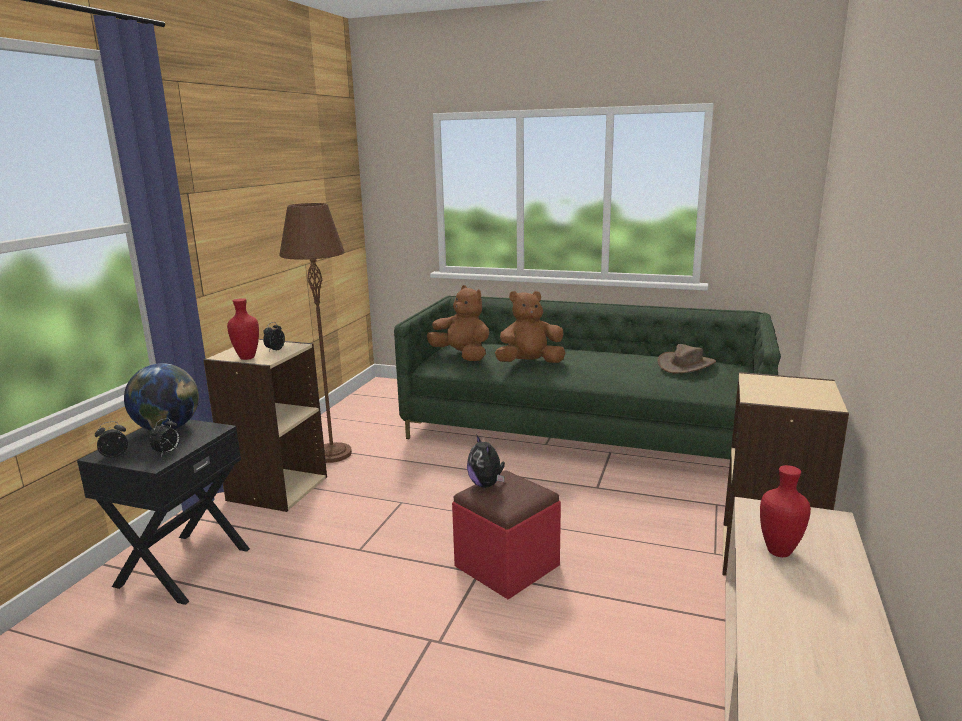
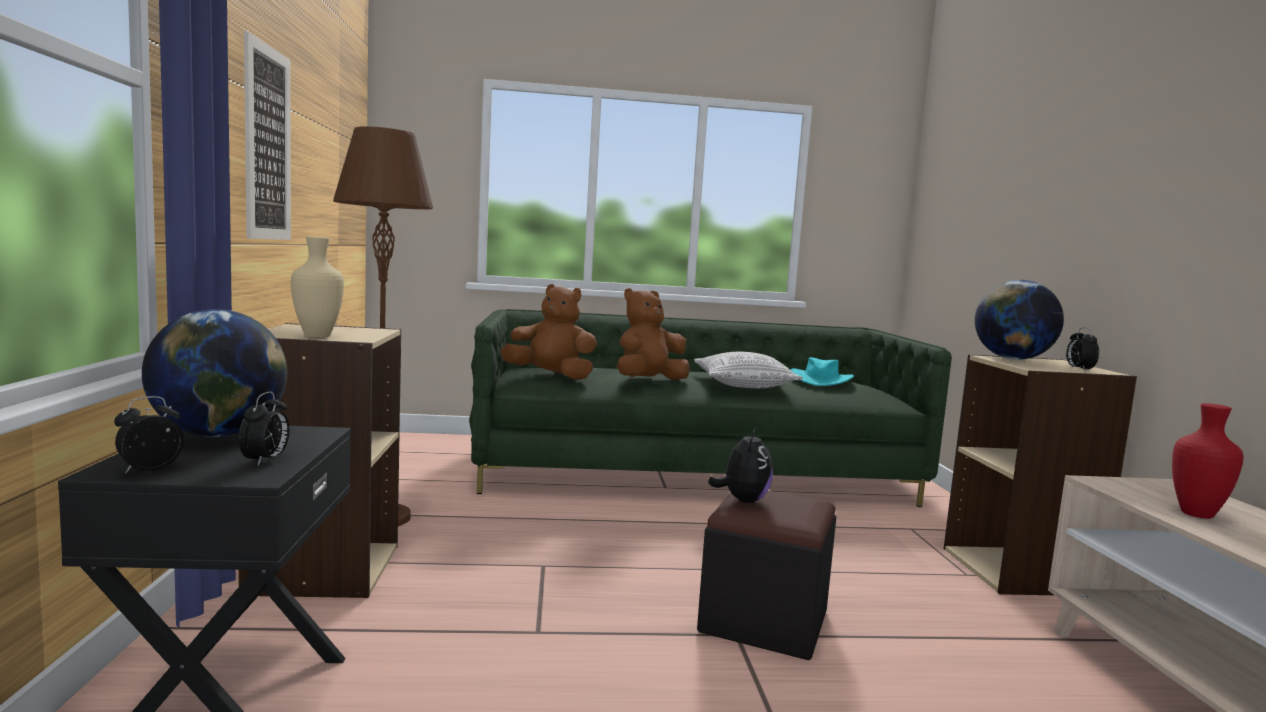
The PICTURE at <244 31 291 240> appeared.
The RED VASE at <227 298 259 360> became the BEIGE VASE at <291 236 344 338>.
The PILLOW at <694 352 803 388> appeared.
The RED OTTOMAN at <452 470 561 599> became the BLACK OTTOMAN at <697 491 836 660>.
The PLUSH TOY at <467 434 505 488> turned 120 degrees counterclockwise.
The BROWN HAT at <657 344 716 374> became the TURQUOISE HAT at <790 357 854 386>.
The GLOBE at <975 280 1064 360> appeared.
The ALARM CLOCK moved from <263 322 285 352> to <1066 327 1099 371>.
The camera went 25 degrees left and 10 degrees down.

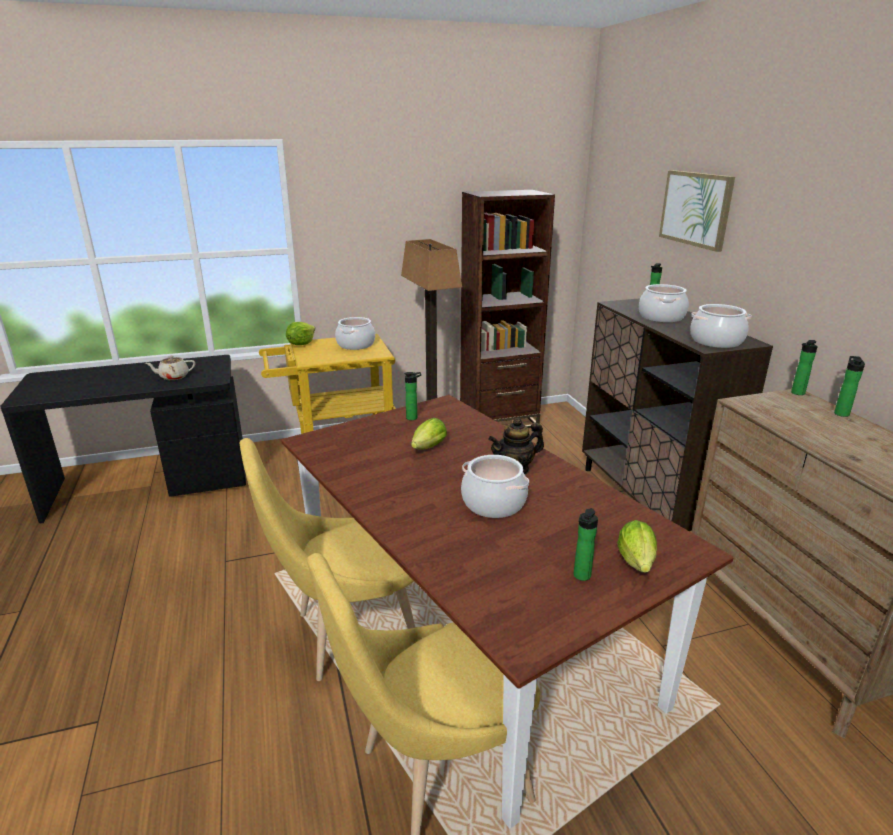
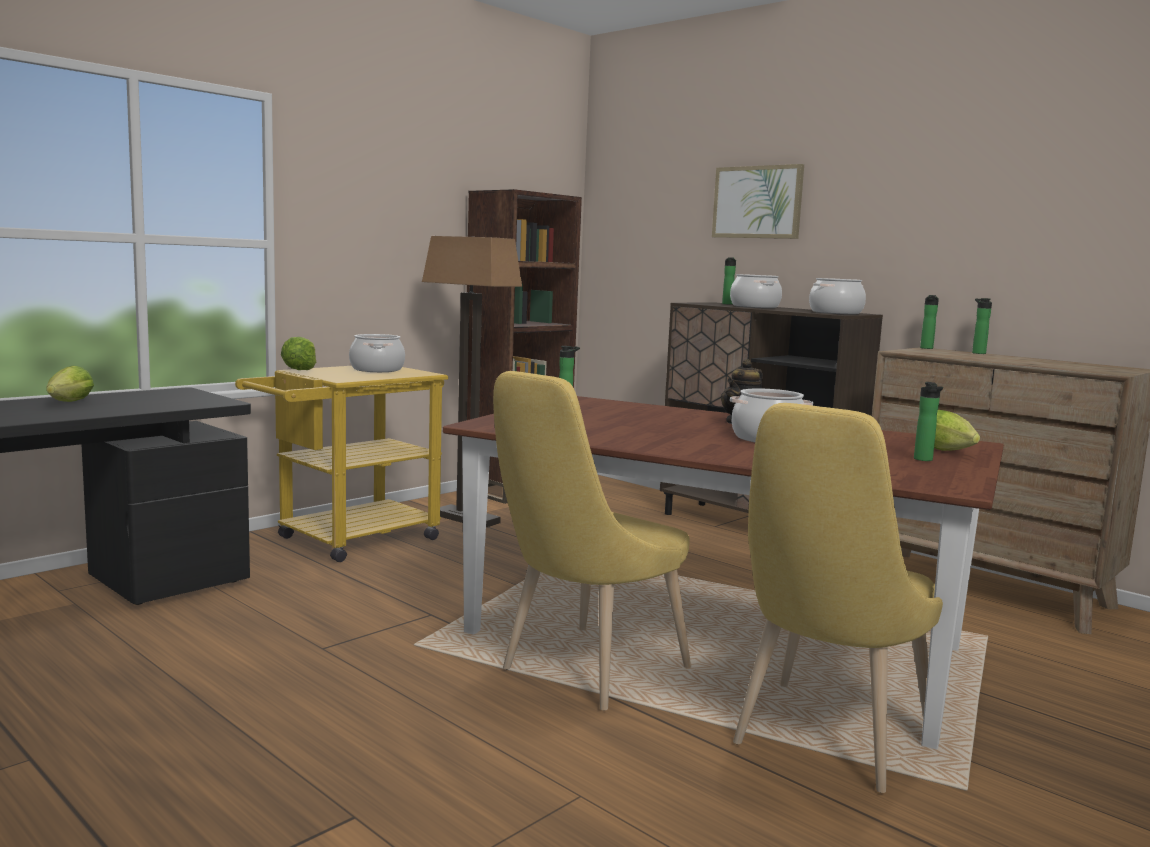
The LETTUCE moved from <411 418 447 450> to <46 366 94 402>.
The BEIGE TEAPOT at <145 355 195 380> disappeared.
The camera went 30 degrees left and 15 degrees down.

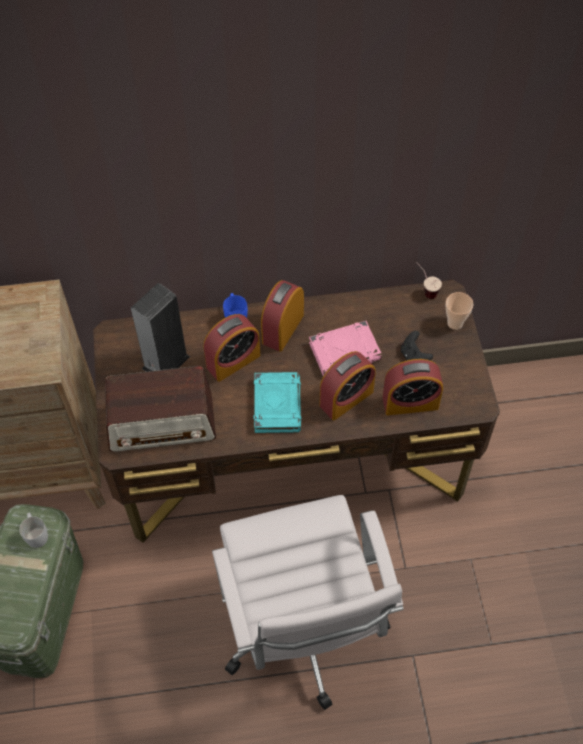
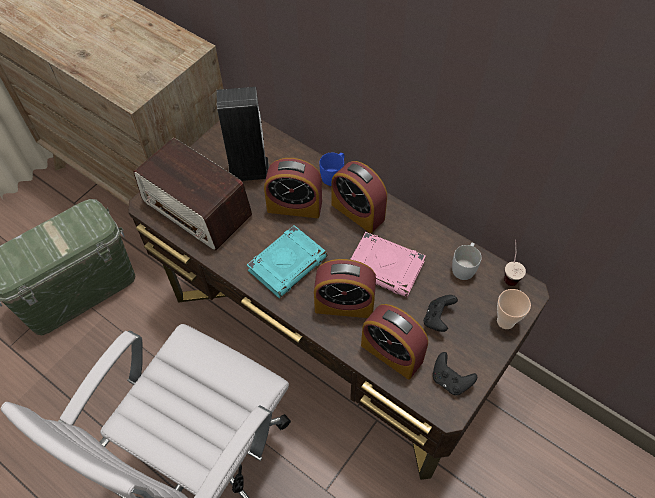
The ALARM CLOCK at <261 280 304 352> turned 120 degrees counterclockwise.
The BLACK GAME CONTROLLER at <433 352 477 395> appeared.
The WHITE MUG moved from <19 513 48 548> to <452 243 482 280>.
The camera went 45 degrees right and 0 degrees up.

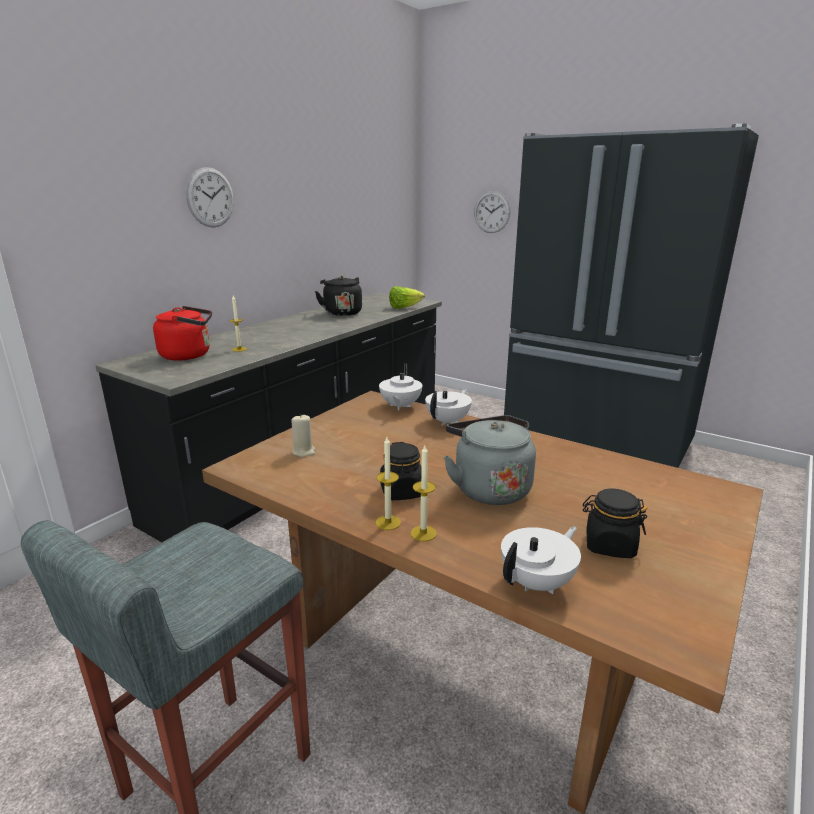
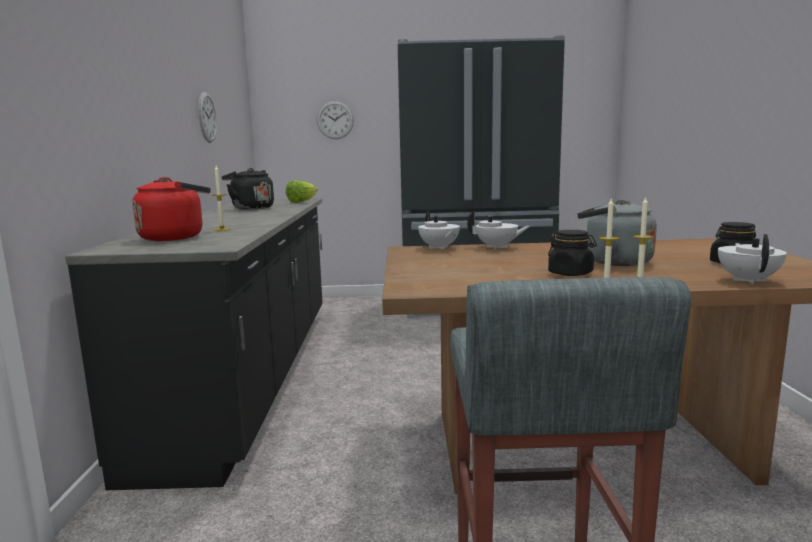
The WALL CLOCK moved from <186 167 234 228> to <198 92 217 143>.
The WHITE TEAPOT at <425 389 472 426> turned 105 degrees clockwise.
The BEIGE CANDLE at <291 414 315 457> disappeared.
The camera went 35 degrees left and 10 degrees down.

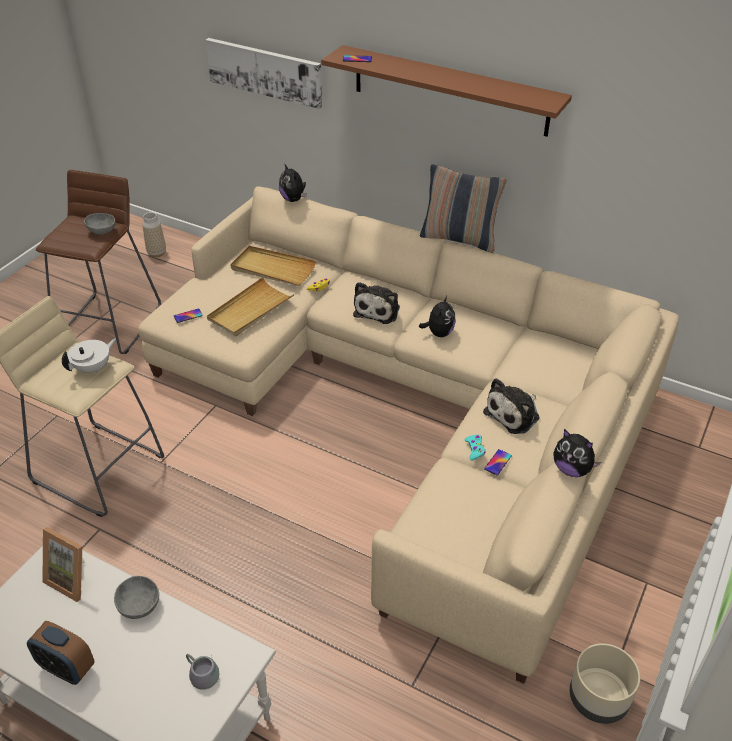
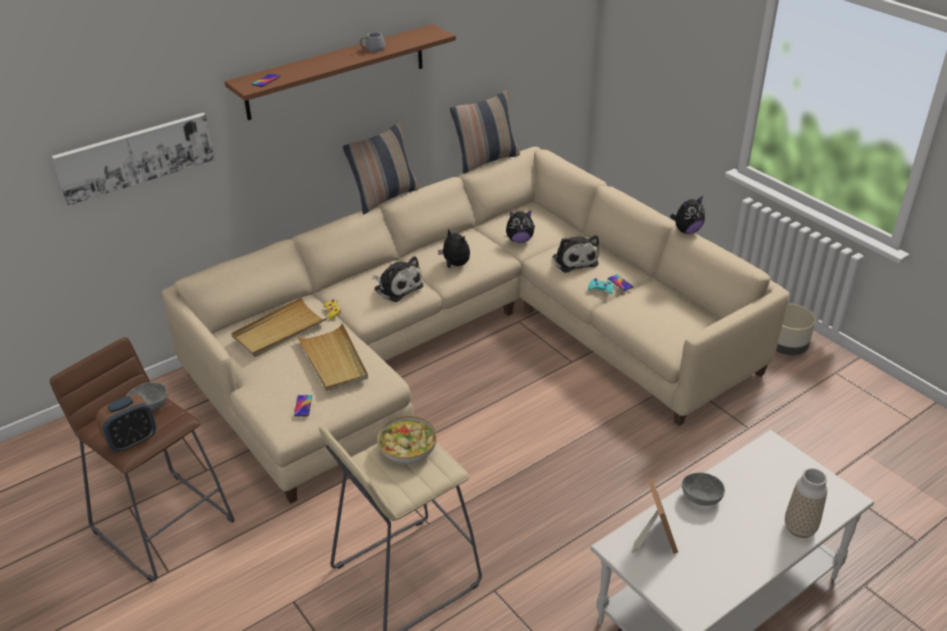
The ALARM CLOCK moved from <27 621 95 685> to <96 394 156 452>.
The GREY MUG moved from <186 654 219 690> to <360 32 385 52>.
The WHITE TEAPOT at <62 338 116 374> was replaced by the BOWL at <377 416 437 464>.
The PILLOW at <450 91 520 174> appeared.
The PLUSH TOY moved from <279 163 307 202> to <506 211 535 243>.
The PICTURE FRAME at <42 527 85 602> turned 60 degrees counterclockwise.
The VASE moved from <143 212 166 257> to <785 468 827 538>.
The camera went 65 degrees left and 5 degrees down.

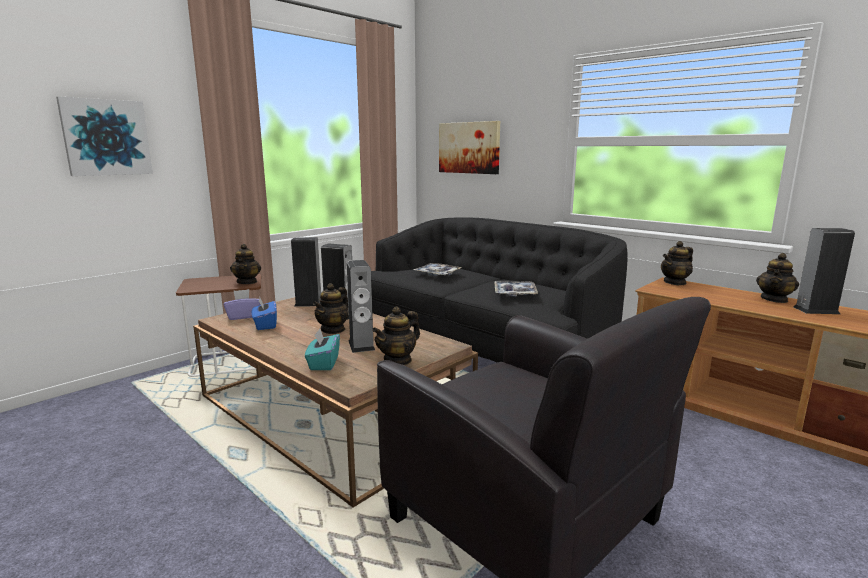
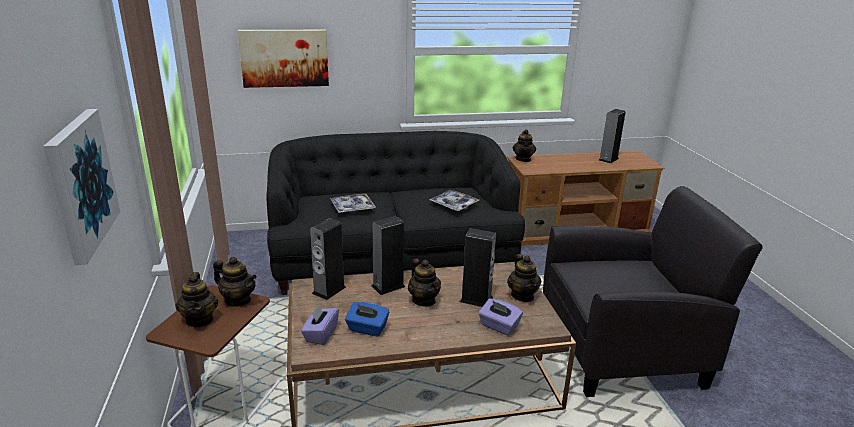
The TEAPOT moved from <756 253 799 303> to <176 272 218 327>.
The TURQUOISE TISSUE BOX at <305 329 340 370> became the PURPLE TISSUE BOX at <478 298 523 336>.
The camera went 55 degrees left and 10 degrees up.

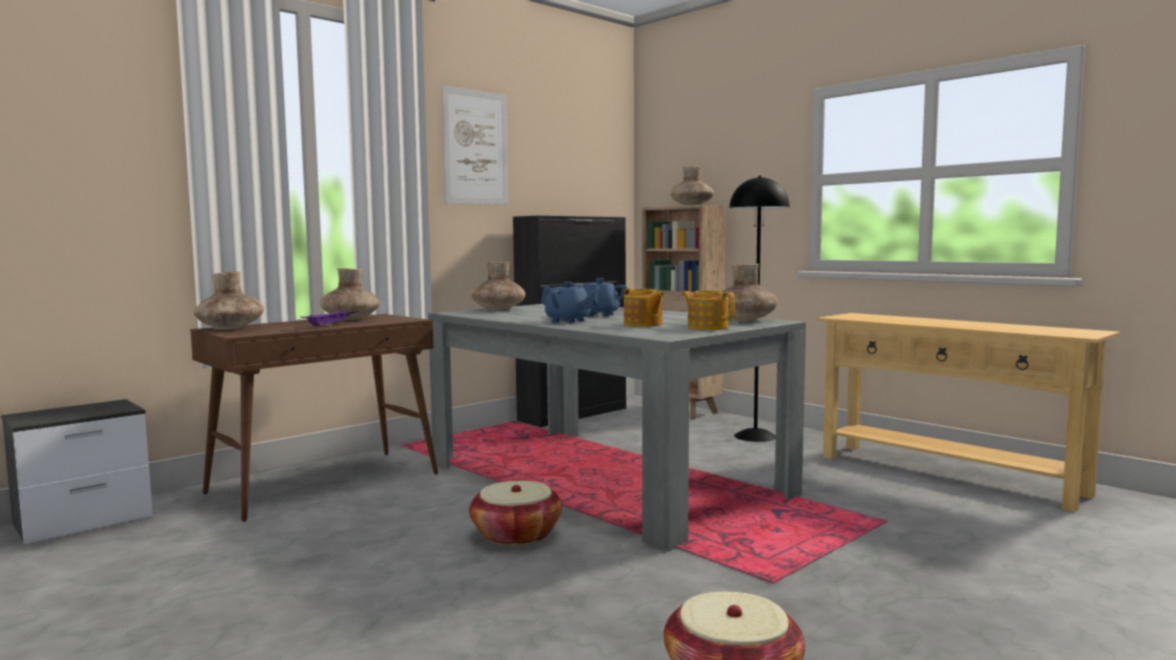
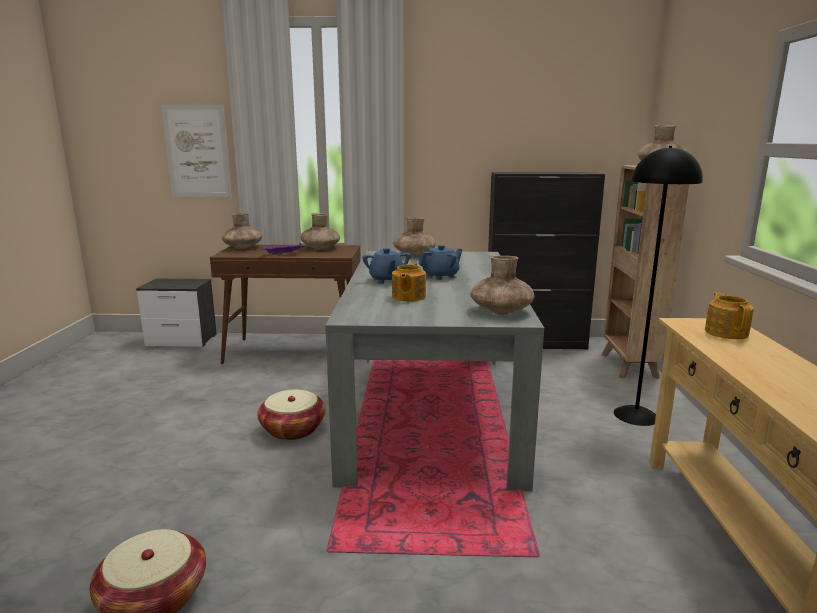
The PICTURE moved from <441 85 509 205> to <161 105 232 197>.
The TEAPOT moved from <681 290 735 330> to <705 292 754 339>.
The camera went 45 degrees right and 10 degrees up.

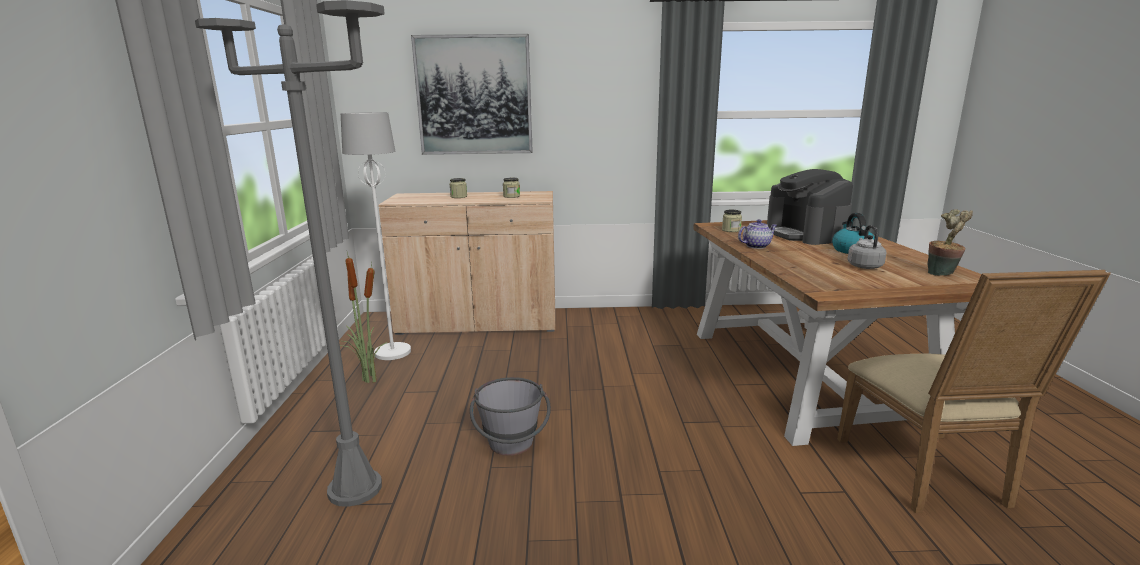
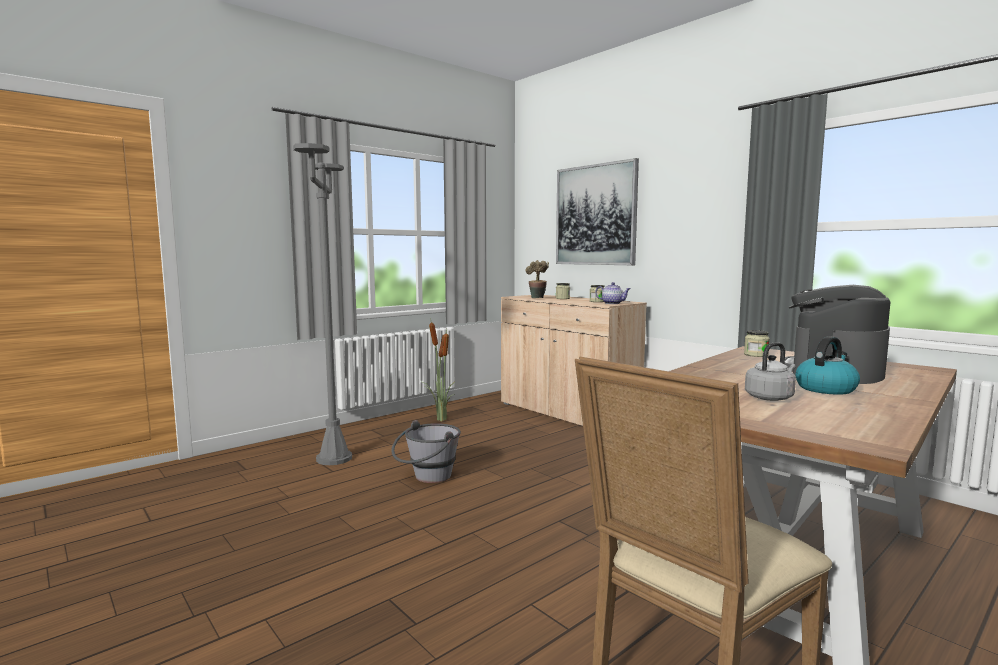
The POTTED PLANT moved from <927 209 973 276> to <525 260 549 298>.
The TEAPOT moved from <738 219 777 249> to <595 282 631 304>.
The WHITE FLOOR LAMP at <341 112 411 360> disappeared.
The camera went 50 degrees right and 10 degrees down.

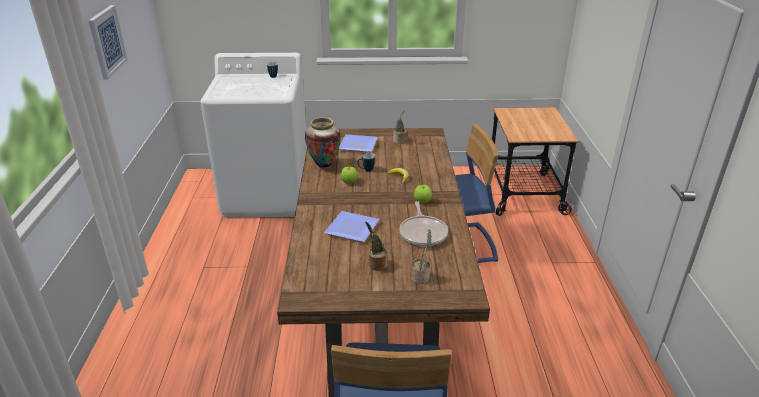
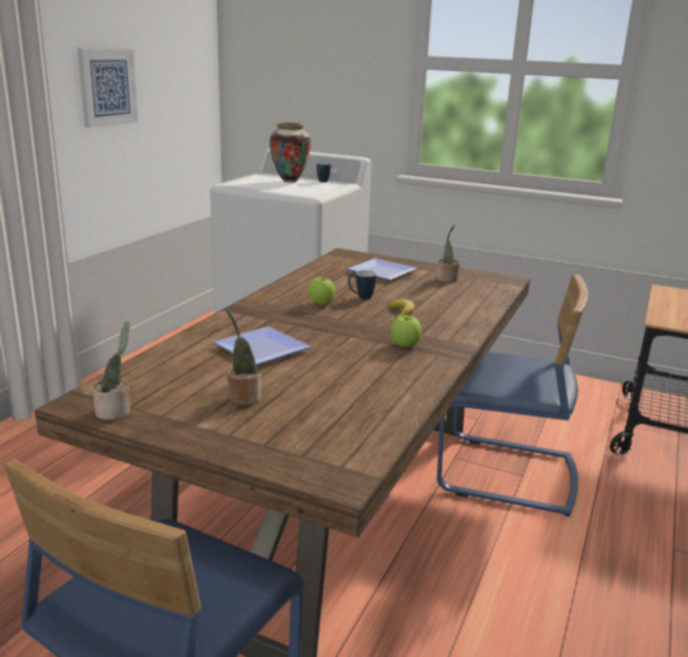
The POTTED PLANT moved from <410 229 432 284> to <92 321 131 420>.
The VASE moved from <305 117 340 169> to <270 122 311 183>.
The FRYING PAN at <399 201 448 246> disappeared.
The camera went 25 degrees right and 10 degrees down.

